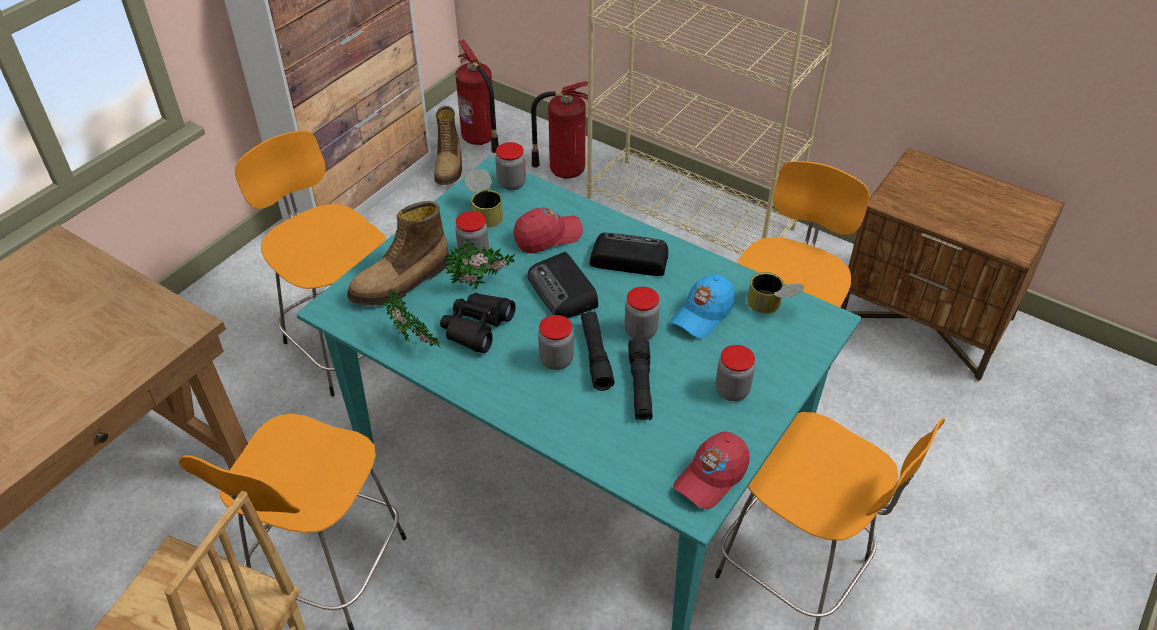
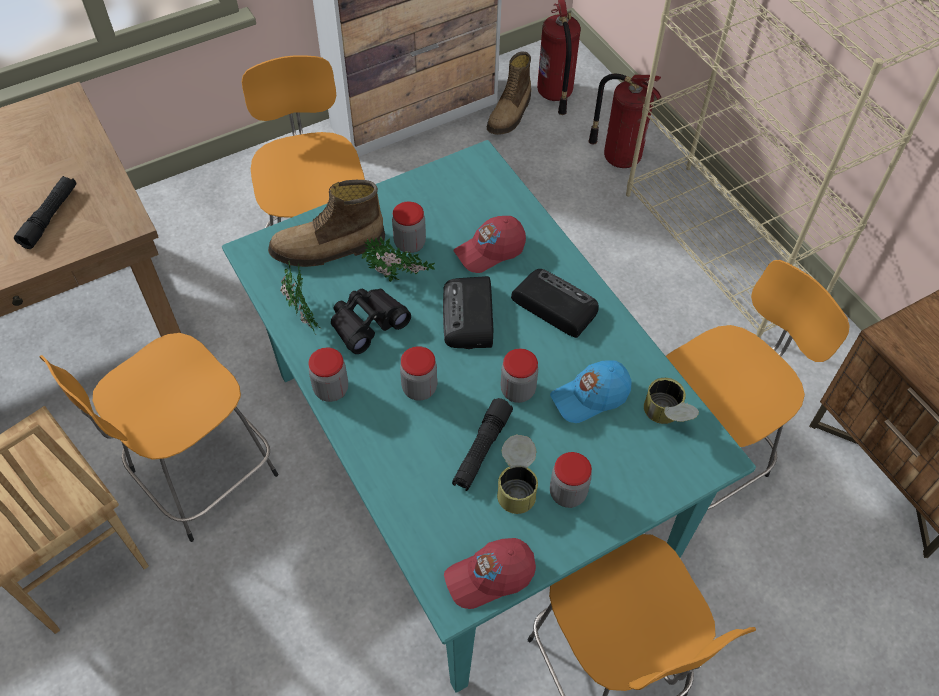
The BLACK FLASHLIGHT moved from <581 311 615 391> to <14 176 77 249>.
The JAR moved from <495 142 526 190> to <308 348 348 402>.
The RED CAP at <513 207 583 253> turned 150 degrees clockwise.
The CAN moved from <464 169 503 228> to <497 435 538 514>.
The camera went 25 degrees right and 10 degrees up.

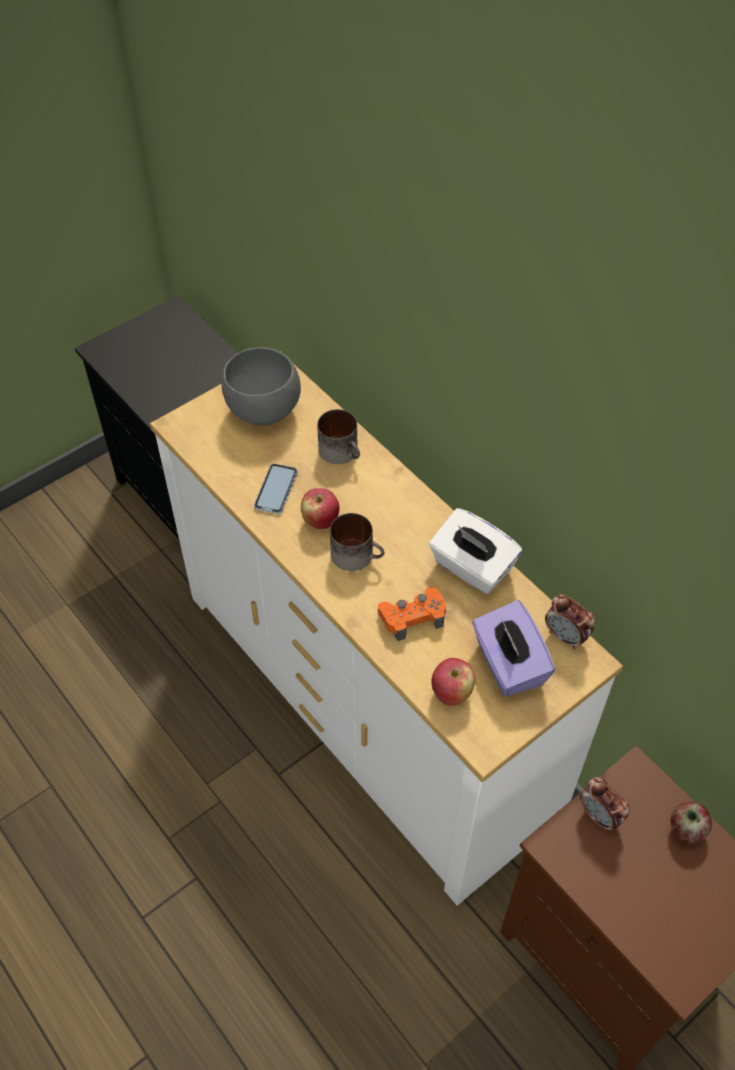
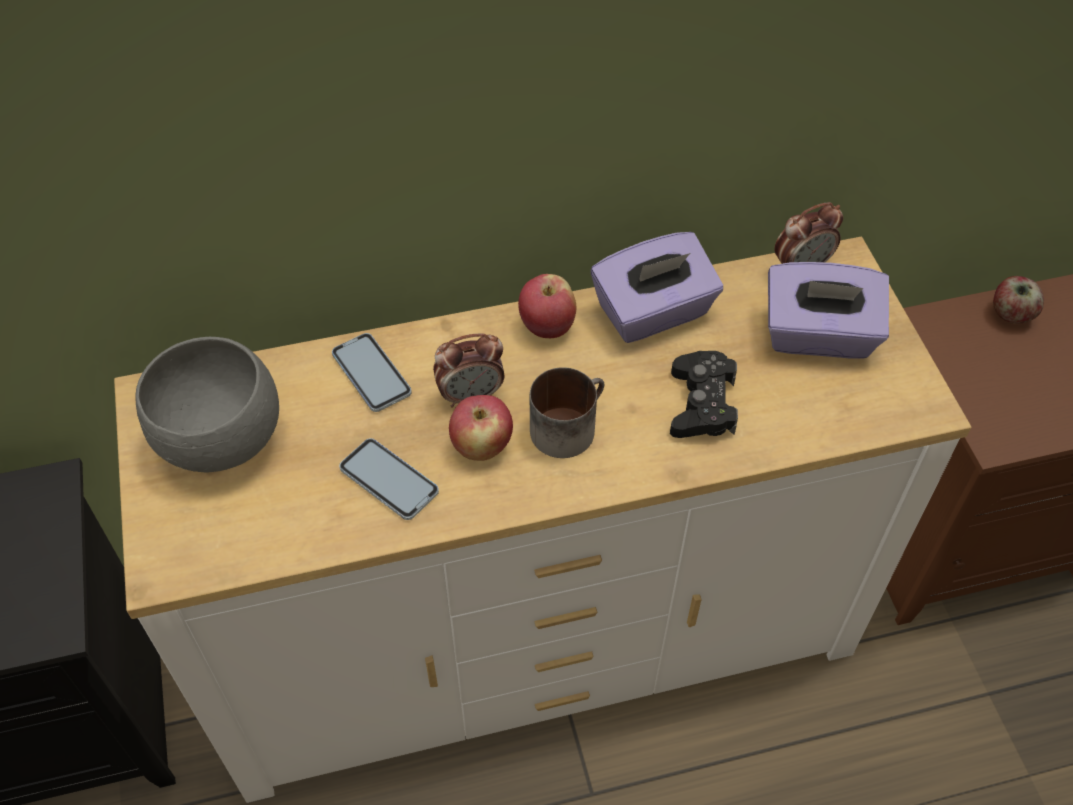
The MUG at <317 409 360 464> was replaced by the PHONE at <332 333 412 412>.
The ALARM CLOCK moved from <580 777 630 831> to <433 333 504 408>.
The APPLE moved from <431 658 475 706> to <518 274 576 338>.
The WHITE TISSUE BOX at <429 508 522 594> became the PURPLE TISSUE BOX at <591 232 723 343>.
The ORANGE GAME CONTROLLER at <378 587 446 641> became the BLACK GAME CONTROLLER at <670 351 738 438>.
The camera went 65 degrees left and 0 degrees up.

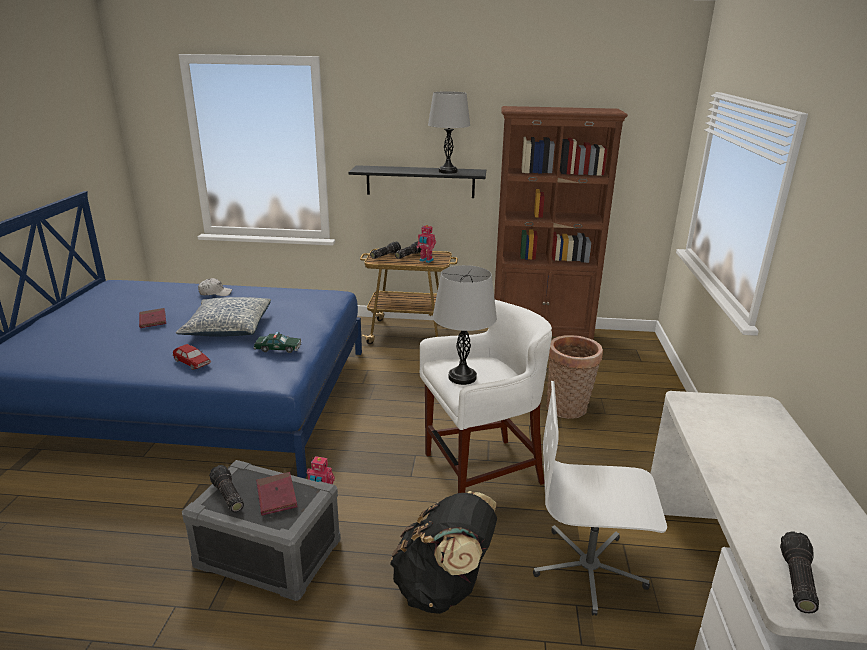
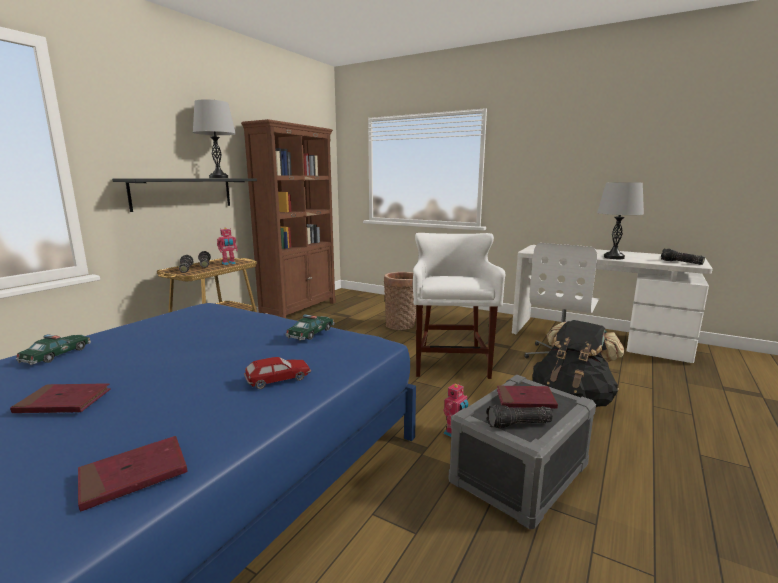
The WHITE CAP at <198 278 232 296> was replaced by the TOY CAR at <16 334 91 365>.
The RED BOOK at <78 436 188 512> appeared.
The GREY TABLE LAMP moved from <433 265 497 385> to <597 182 644 259>.
The PILLOW at <176 297 271 337> disappeared.
The camera went 65 degrees left and 10 degrees down.

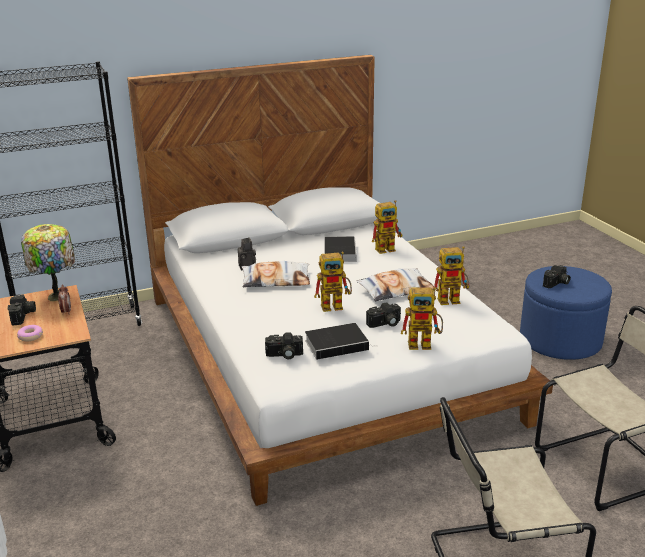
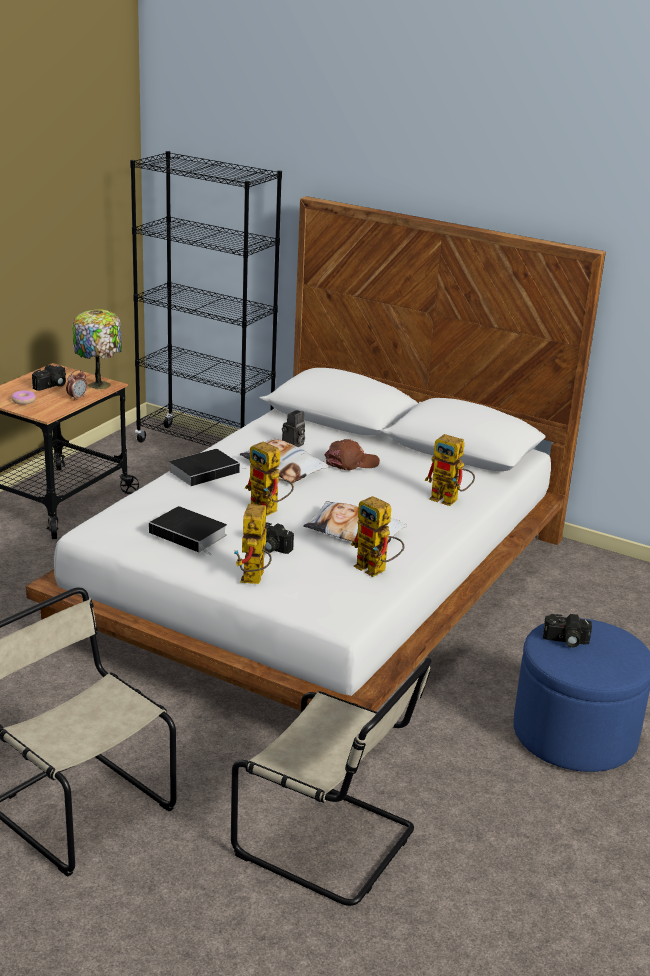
The BOOK moved from <324 236 357 262> to <169 449 241 486>.
The TOY ROBOT at <401 287 443 350> turned 45 degrees clockwise.
The BROWN CAP at <324 439 380 471> appeared.
The PHOTO CAMERA at <265 332 303 360> disappeared.
The camera went 50 degrees right and 0 degrees up.

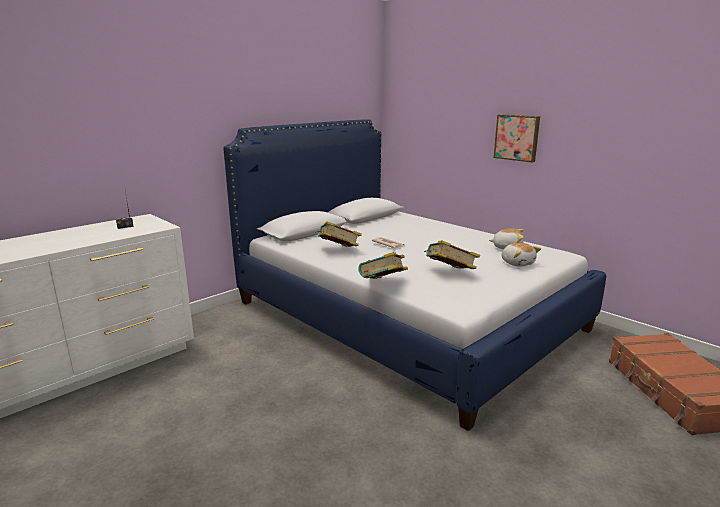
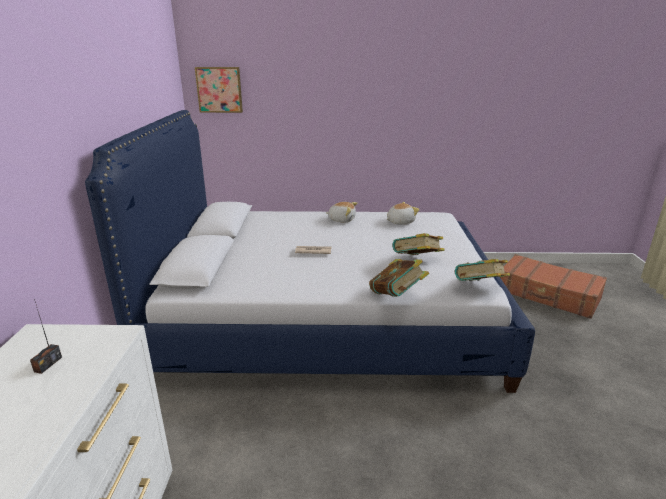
The PICTURE moved from <493 114 540 163> to <195 67 243 113>.
The PLUSH TOY moved from <501 243 541 267> to <326 202 357 223>.
The BOOK moved from <315 221 362 247> to <455 259 510 281>.
The camera went 45 degrees left and 5 degrees up.

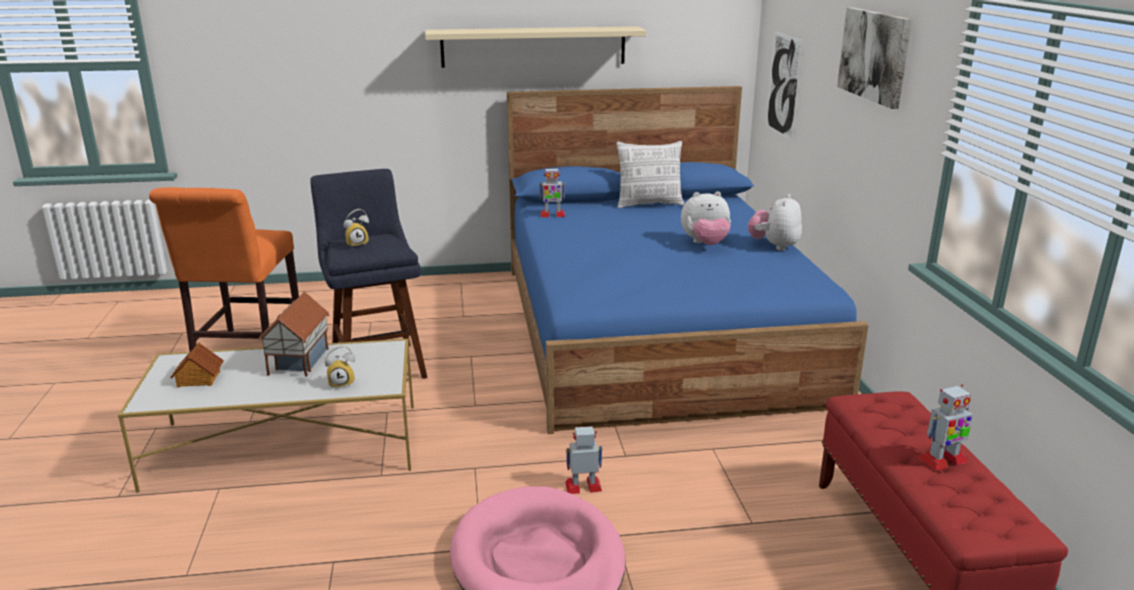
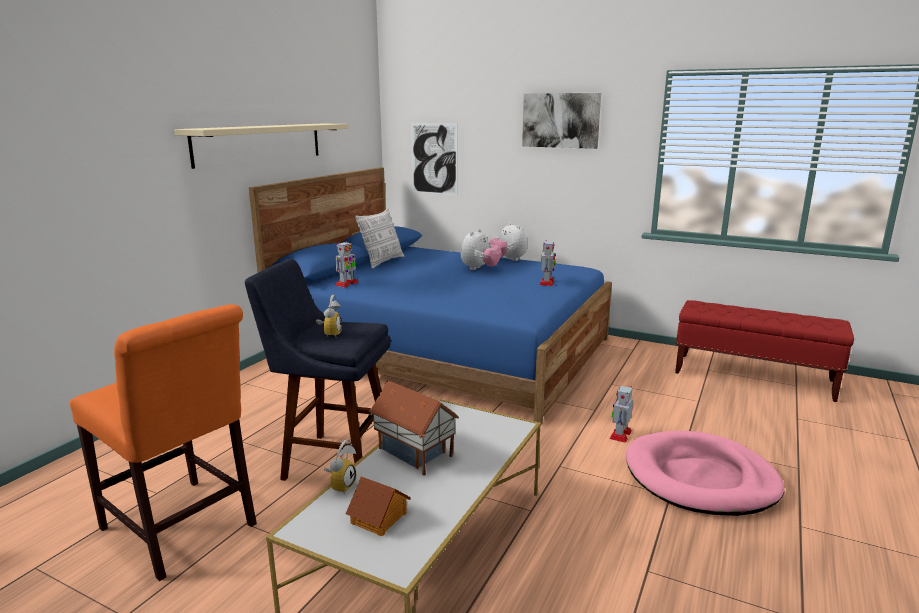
The ALARM CLOCK moved from <325 345 355 388> to <323 439 356 494>.
The TOY ROBOT moved from <918 384 973 471> to <539 240 556 286>.
The camera went 55 degrees left and 5 degrees down.

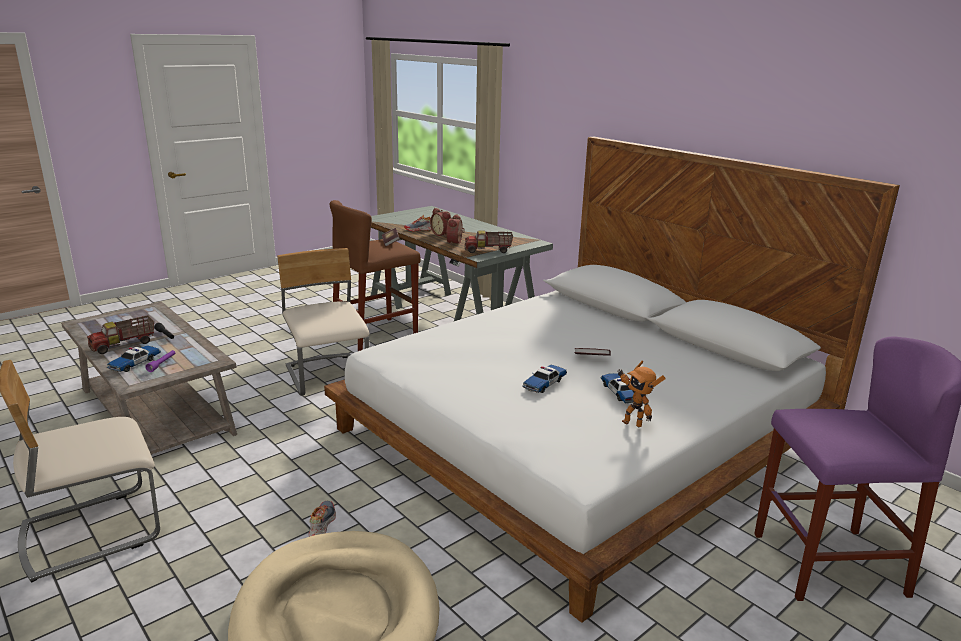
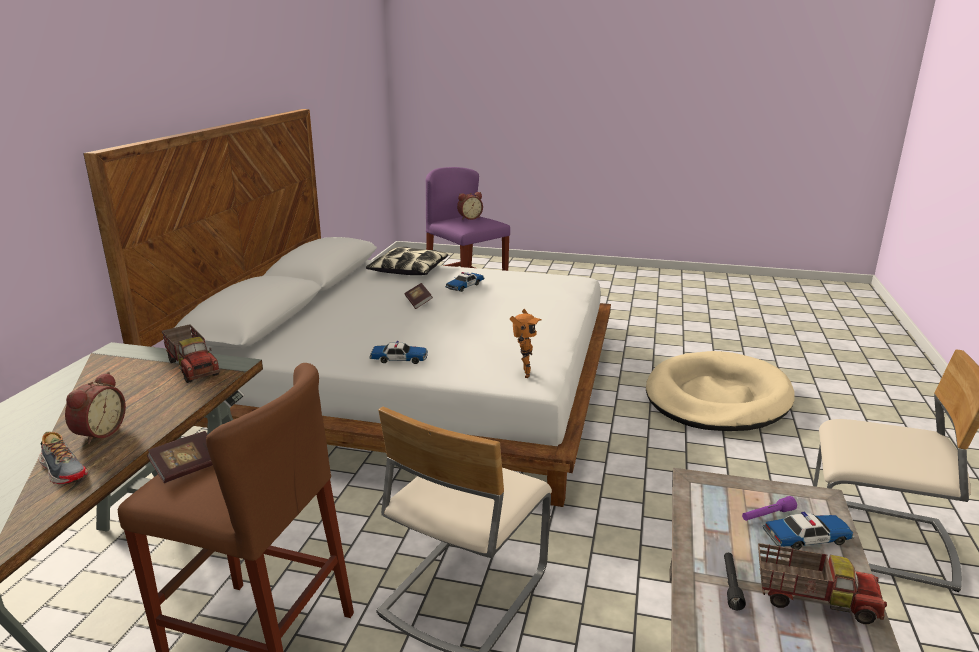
The PILLOW at <366 247 448 275> appeared.
The TOY CAR moved from <522 365 567 393> to <369 341 428 364>.
The ALARM CLOCK moved from <446 215 465 245> to <457 192 483 220>.
The TOY ROBOT moved from <617 360 666 428> to <510 309 542 378>.
The SHOE at <308 501 336 537> disappeared.
The camera went 125 degrees left and 0 degrees up.

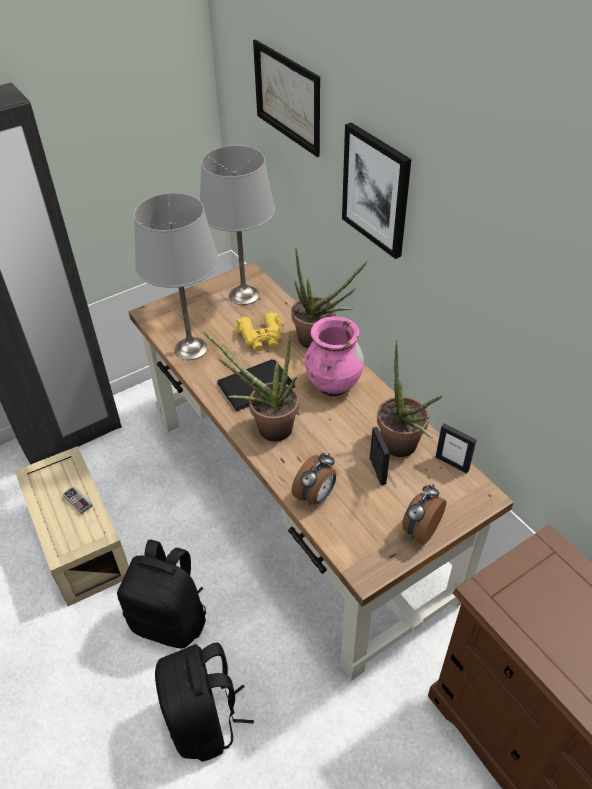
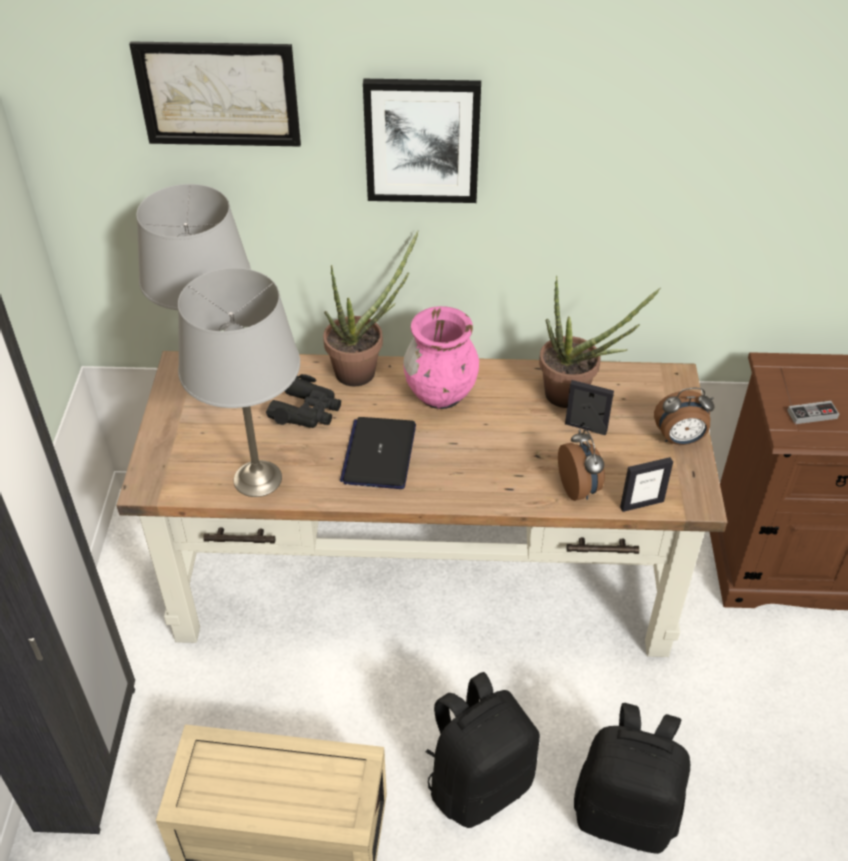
The YELLOW BINOCULARS at <236 313 284 352> became the BLACK BINOCULARS at <266 374 341 428>.
The PICTURE FRAME moved from <436 424 476 474> to <620 457 673 512>.
The ALARM CLOCK at <403 484 446 545> turned 75 degrees counterclockwise.
The GAME CONTROLLER moved from <63 486 93 514> to <787 401 839 424>.
The POTTED PLANT at <203 332 299 441> disappeared.
The camera went 55 degrees left and 0 degrees up.

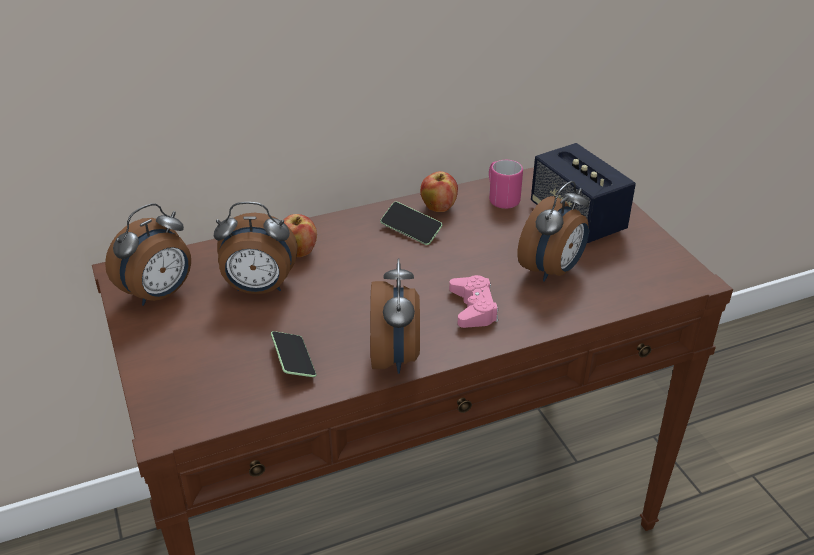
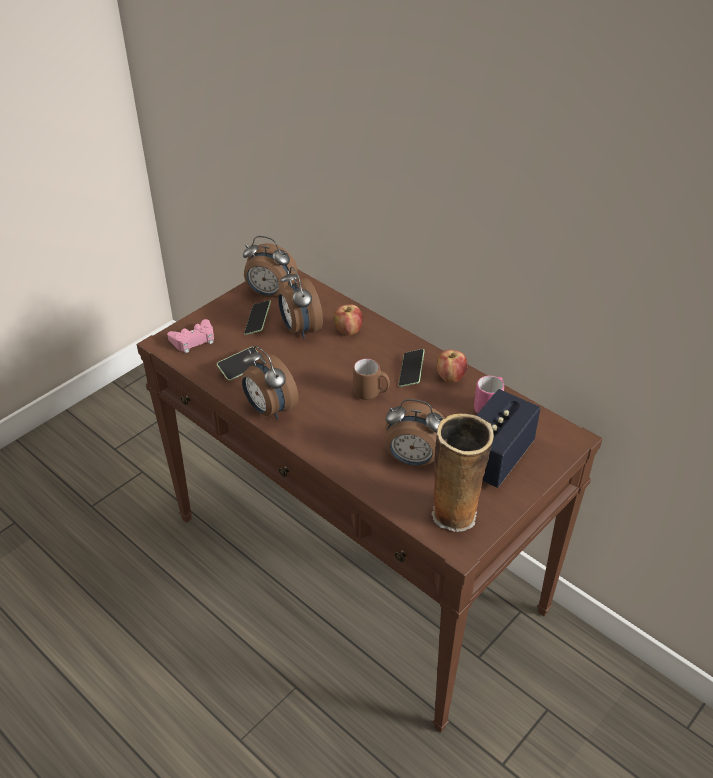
The PINK GAME CONTROLLER moved from <449 275 498 328> to <167 319 214 353>.
The ALARM CLOCK at <370 259 420 374> turned 75 degrees clockwise.
The PHONE at <244 300 271 335> appeared.
The BROWN MUG at <353 358 390 400> appeared.
The VASE at <432 413 494 532> appeared.
The camera went 65 degrees right and 5 degrees up.

